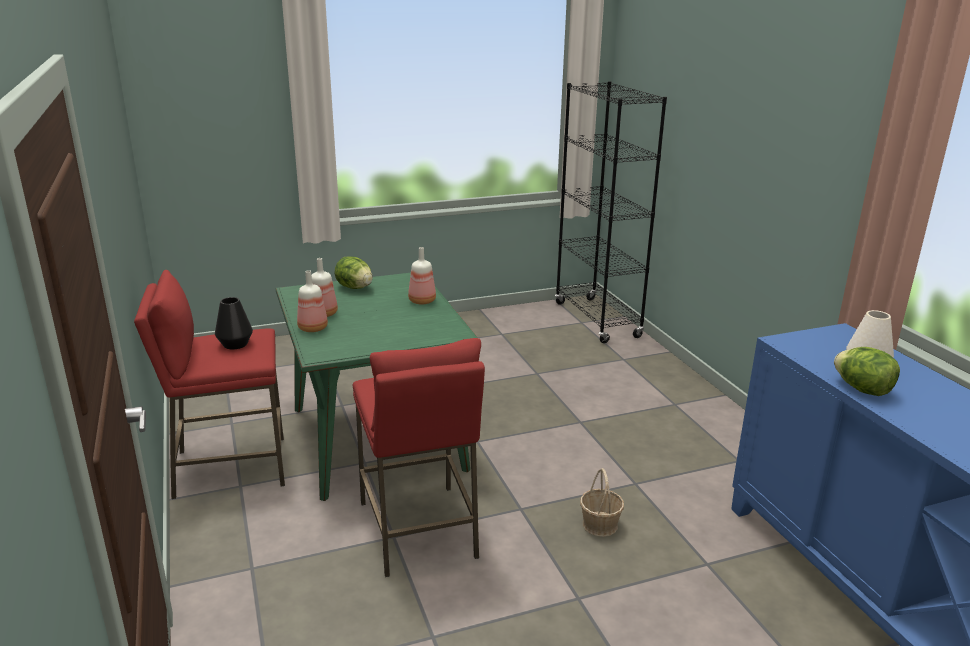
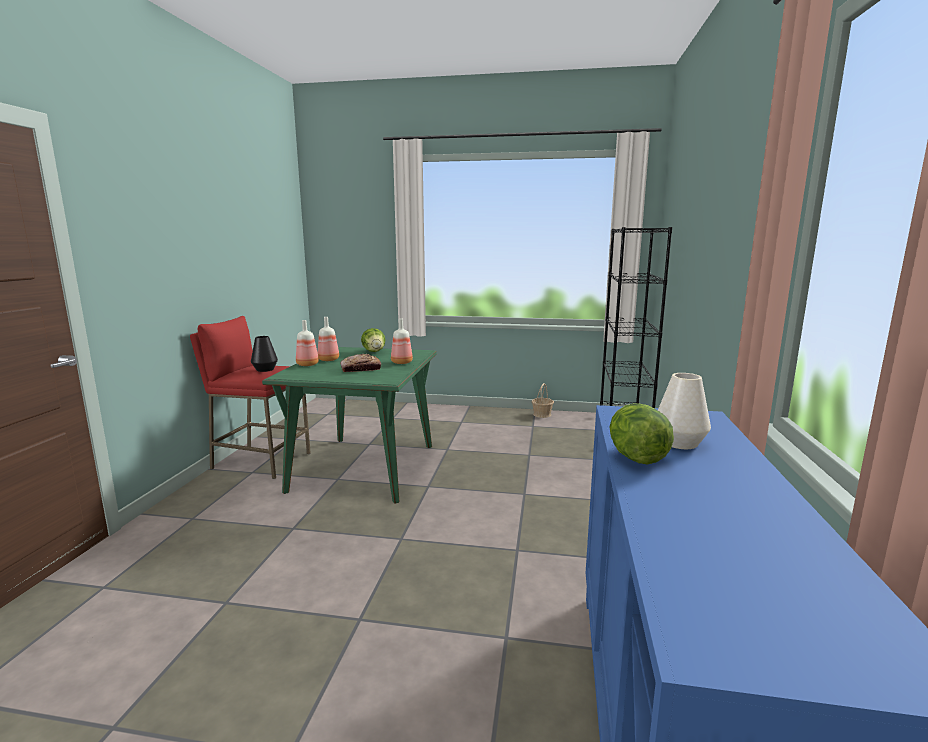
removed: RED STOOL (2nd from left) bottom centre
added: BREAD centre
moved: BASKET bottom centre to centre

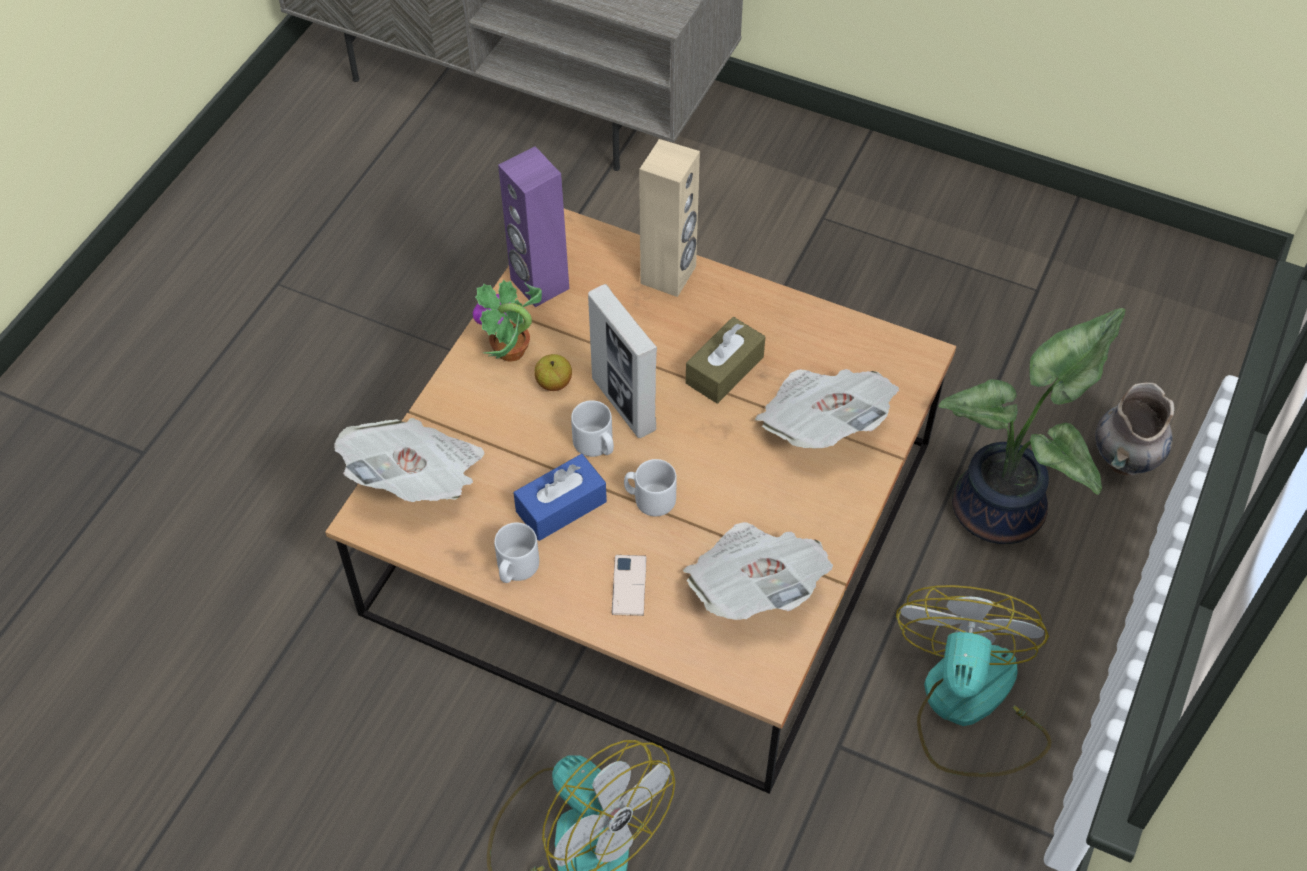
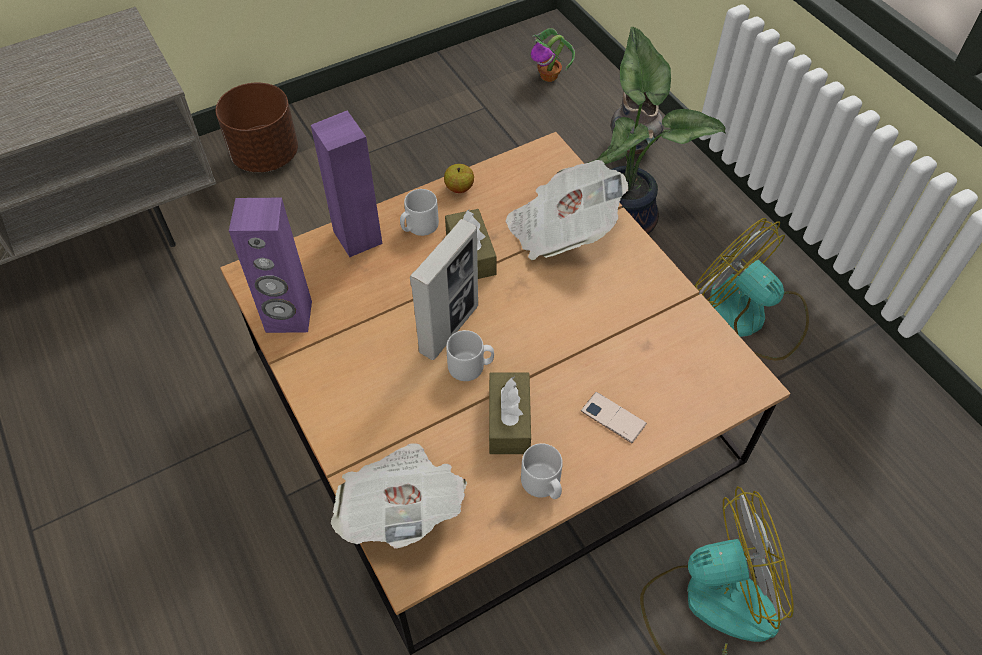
removed: NEWSPAPER (2nd from left) centre
added: BROWN PLANTER top left
moved: GREY MUG (3rd from left in the first image) centre to GREY MUG (1st from left) top centre; APPLE centre to top centre; POTTED PLANT (1st from left) centre to top centre
recoloured: BEIGE SPEAKER top centre to PURPLE SPEAKER (2nd from left) top centre; BLUE TISSUE BOX centre to BROWN TISSUE BOX (2nd from left) centre
turned: PICTURE FRAME centre = centre 60 degrees counterclockwise

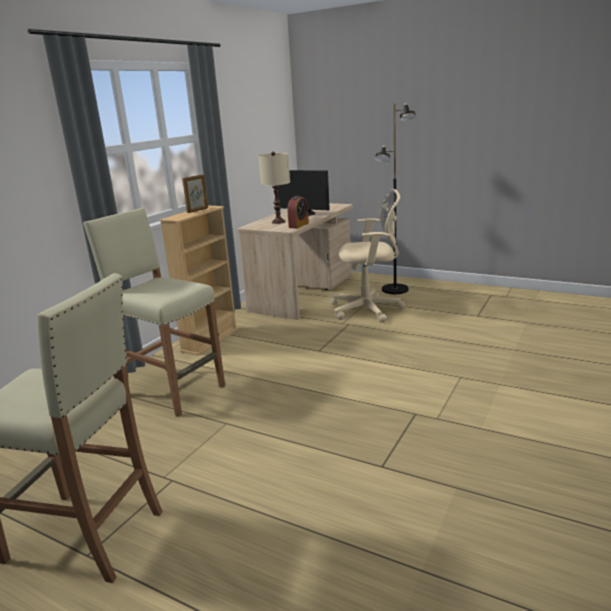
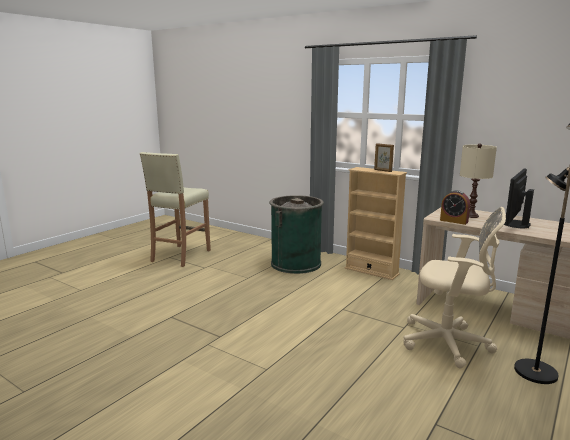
replaced: BEIGE STOOL (2nd from left) middle left to GREEN TRASH CAN centre
turned: BEIGE OFFICE CHAIR centre = middle right 75 degrees counterclockwise

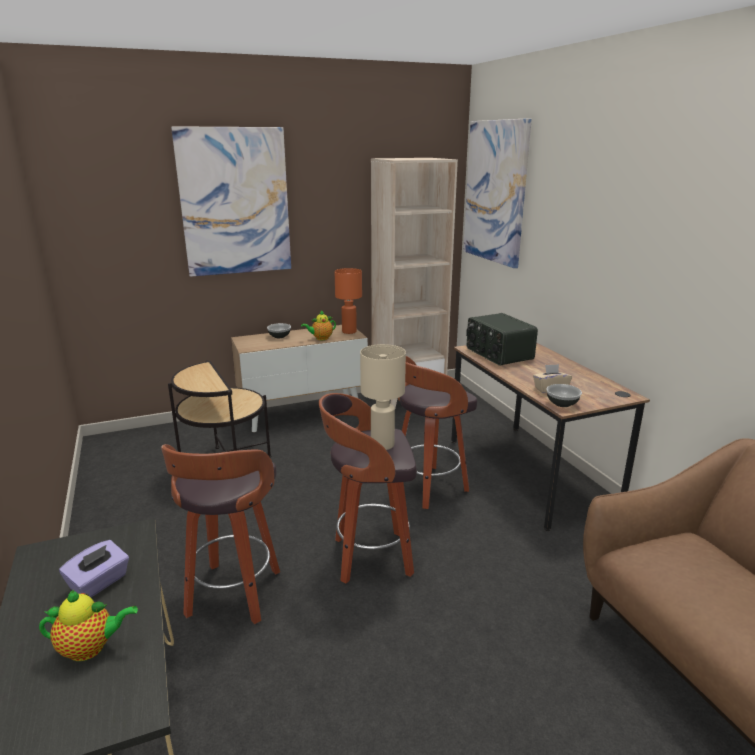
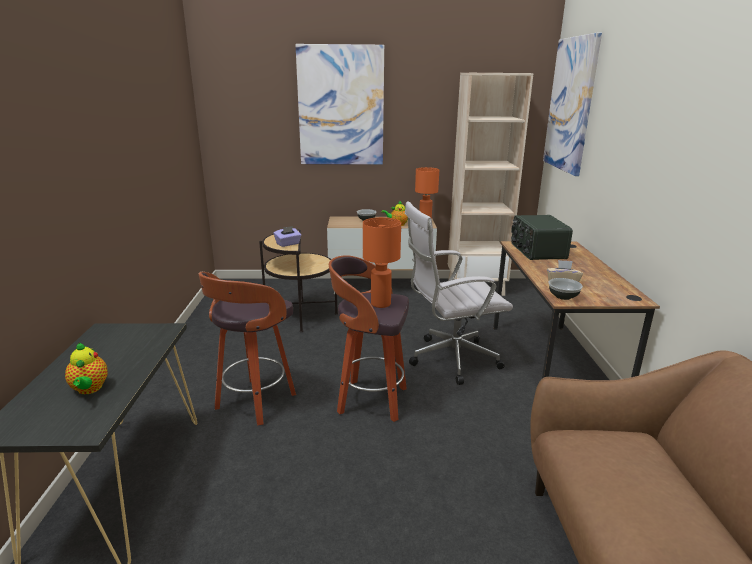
moved: PURPLE TISSUE BOX bottom left to centre
replaced: STOOL (3rd from left) centre to WHITE OFFICE CHAIR centre
recoloured: BEIGE TABLE LAMP centre to ORANGE TABLE LAMP (1st from left) centre
turned: TEAPOT (1st from left) bottom left = middle left 60 degrees clockwise

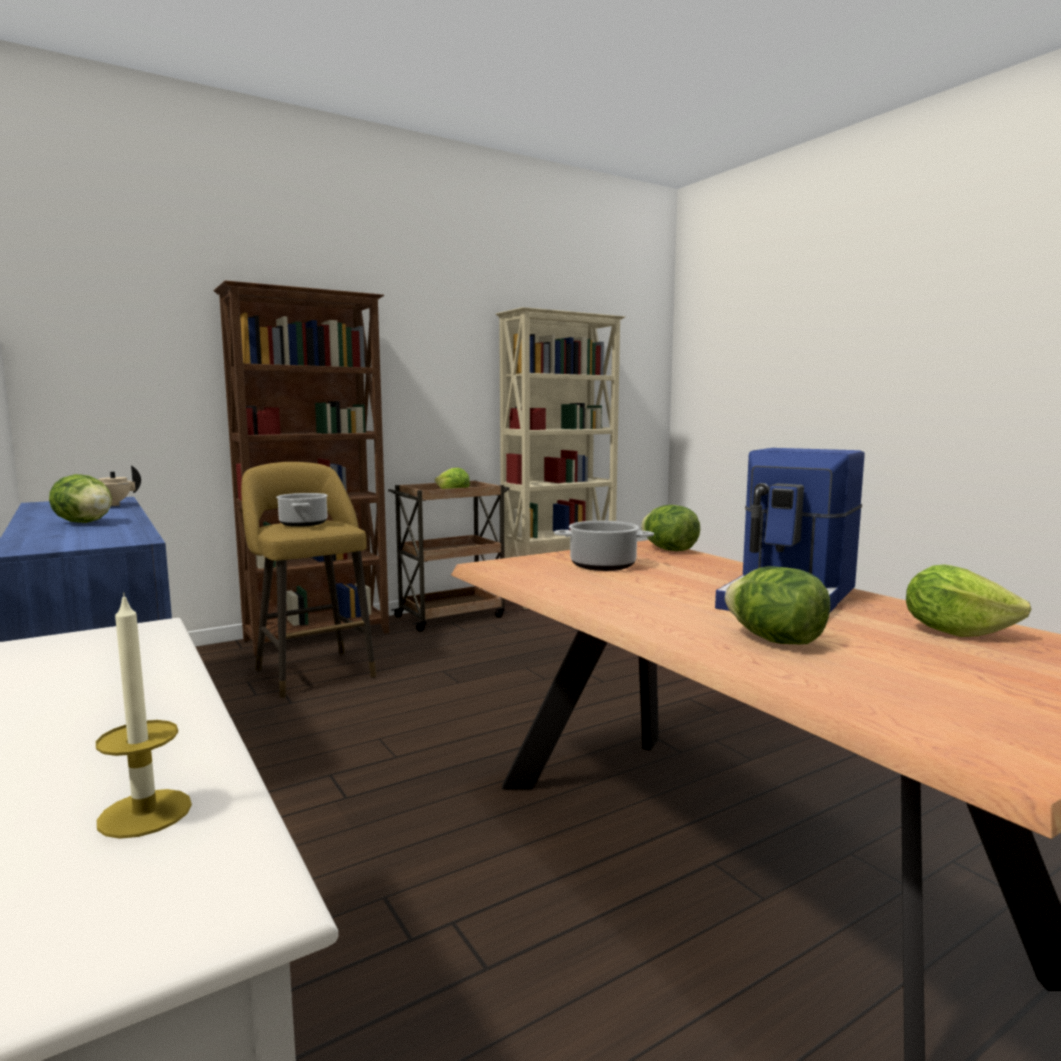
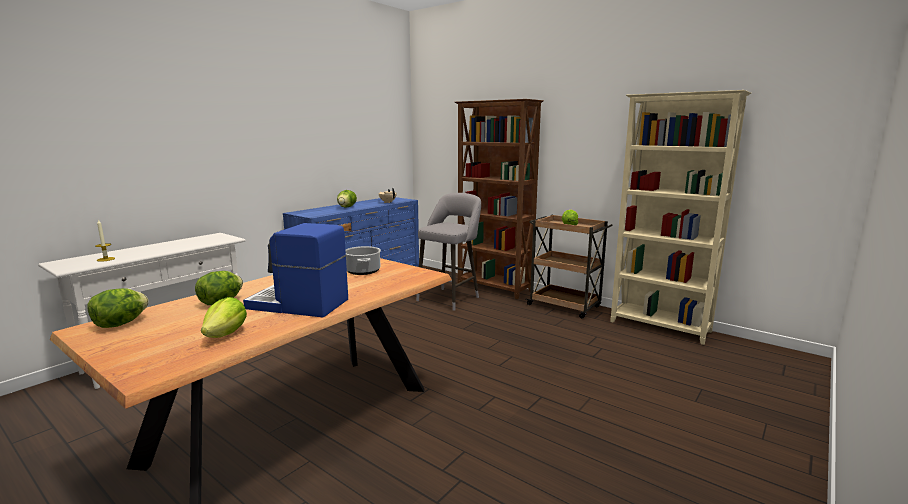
removed: COOKING POT (1st from left) middle left
moved: LETTUCE (3rd from left in the first image) centre to LETTUCE (1st from left) middle left
recoloured: YELLOW STOOL middle left to GREY STOOL centre

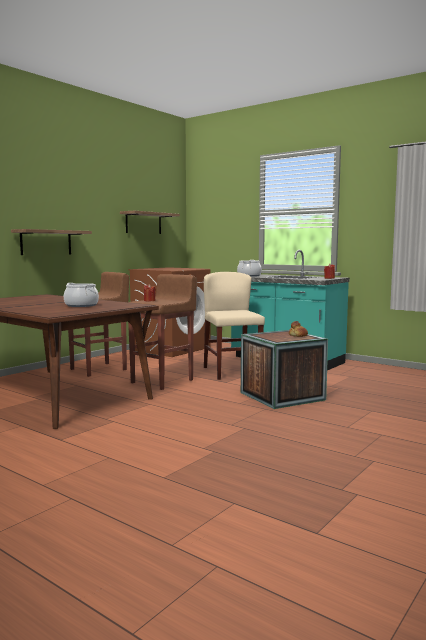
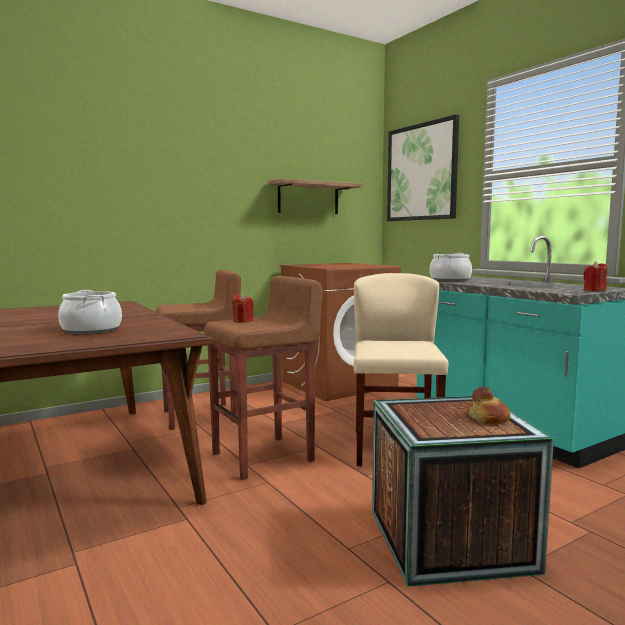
removed: SHELF (1st from left) middle left
added: PICTURE top right

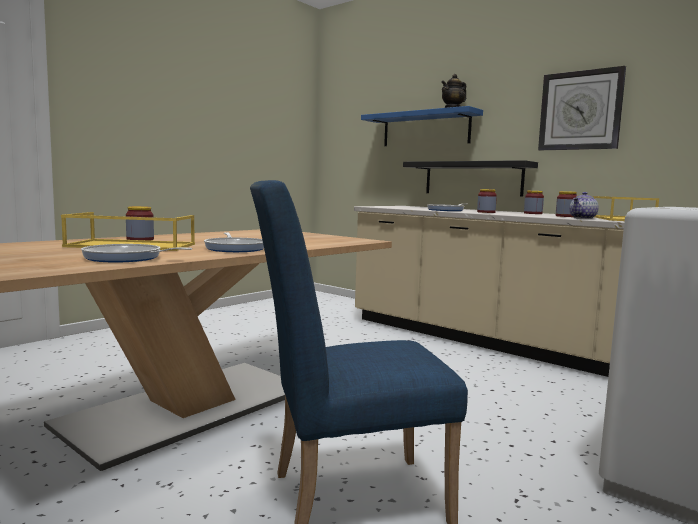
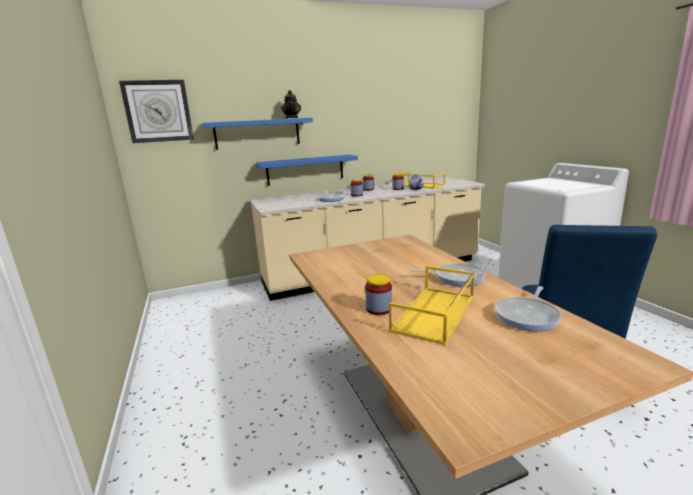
moved: WALL CLOCK top right to top left
recoloured: BLACK SHELF middle right to BLUE SHELF (2nd from left) centre

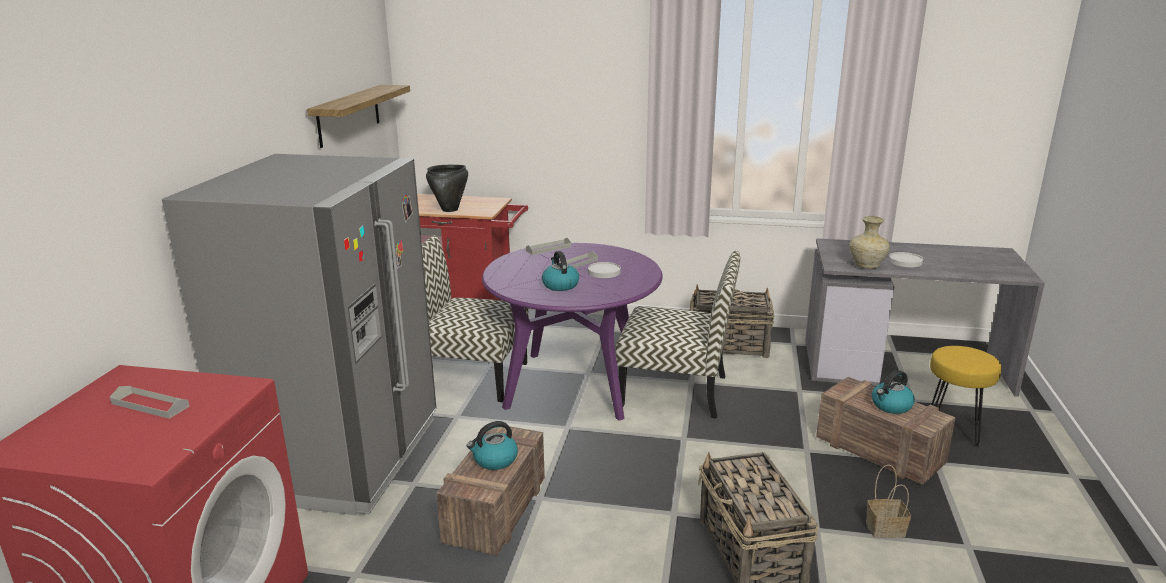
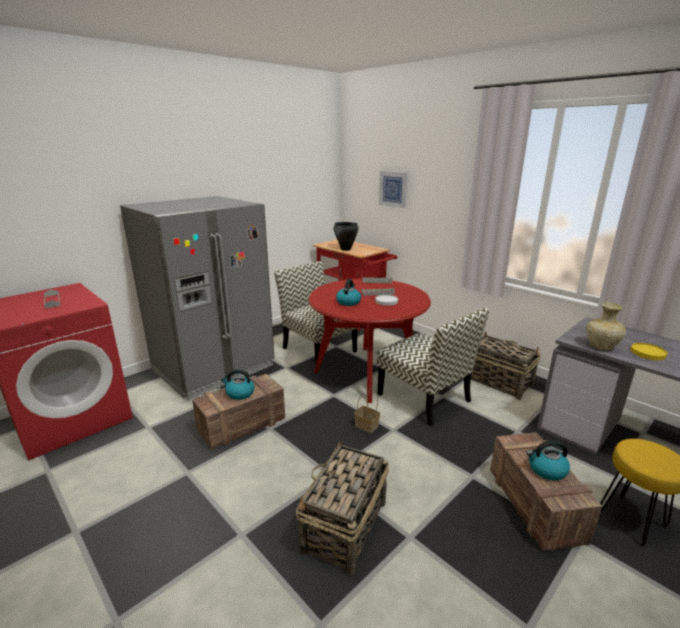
removed: SHELF top left
added: PICTURE top centre
moved: BASKET (3rd from left in the first image) bottom right to BASKET (2nd from left) centre
recoloured: PURPLE DINING TABLE centre to RED DINING TABLE centre; WHITE PLATE (2nd from left) middle right to YELLOW PLATE middle right

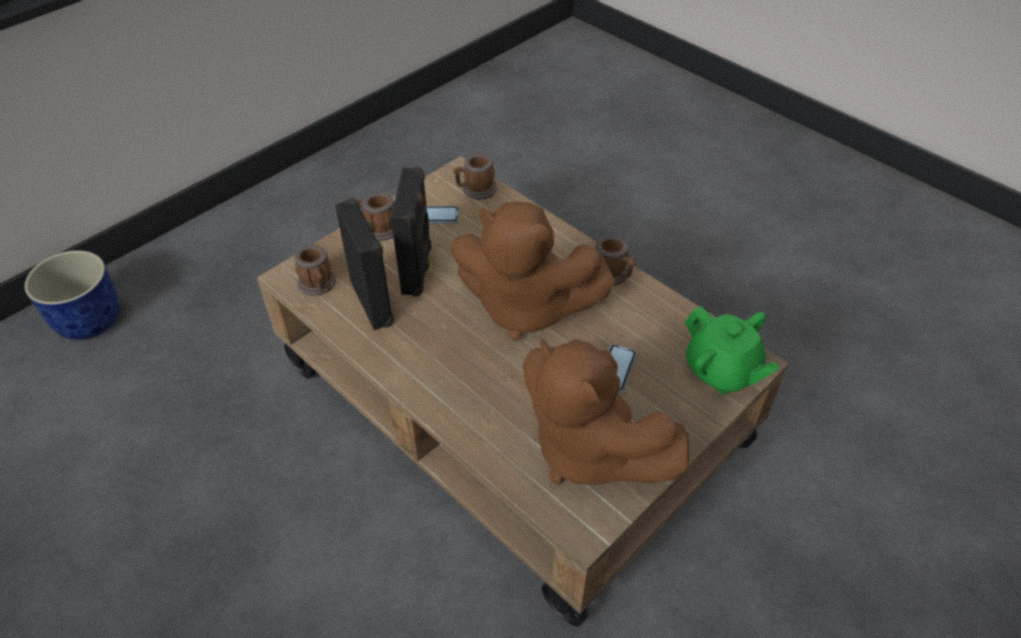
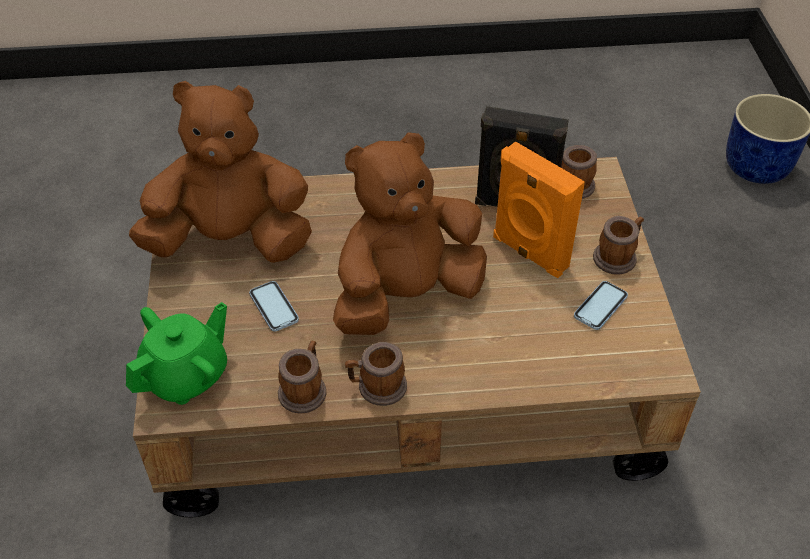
moved: MUG (3rd from left in the first image) top centre to MUG (1st from left) bottom centre
recoloured: BLACK SPEAKER (2nd from left) centre to ORANGE SPEAKER centre
turned: GREEN TEAPOT middle right = middle left 135 degrees clockwise

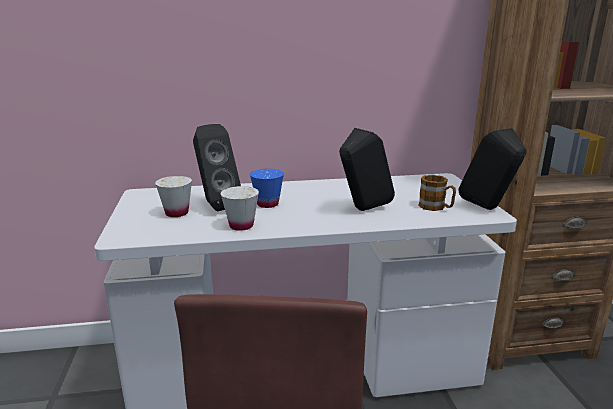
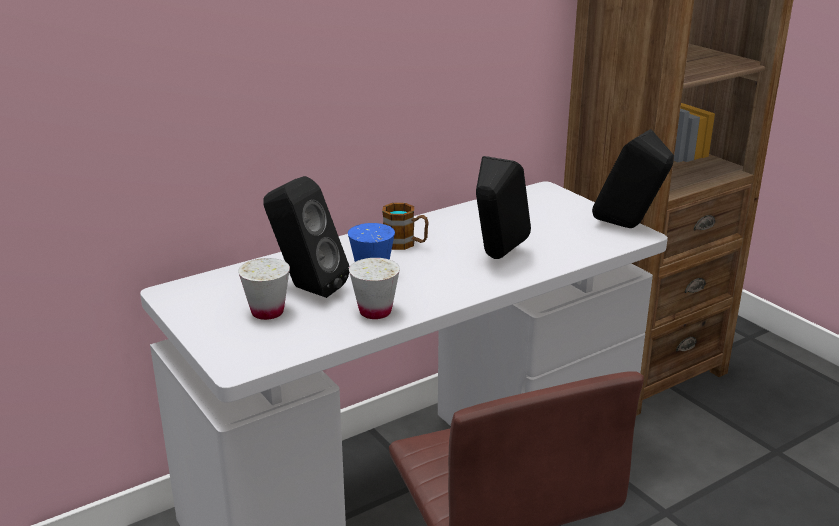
moved: MUG middle right to centre

